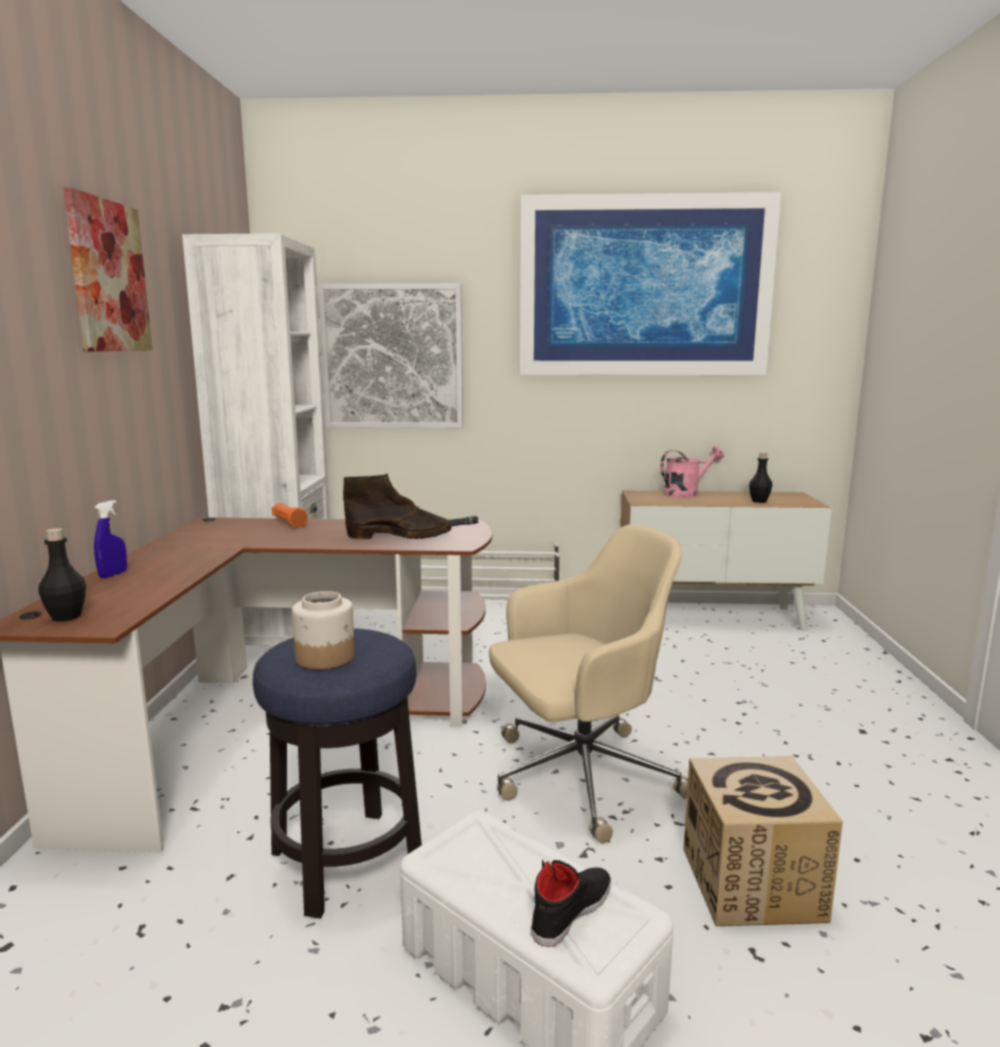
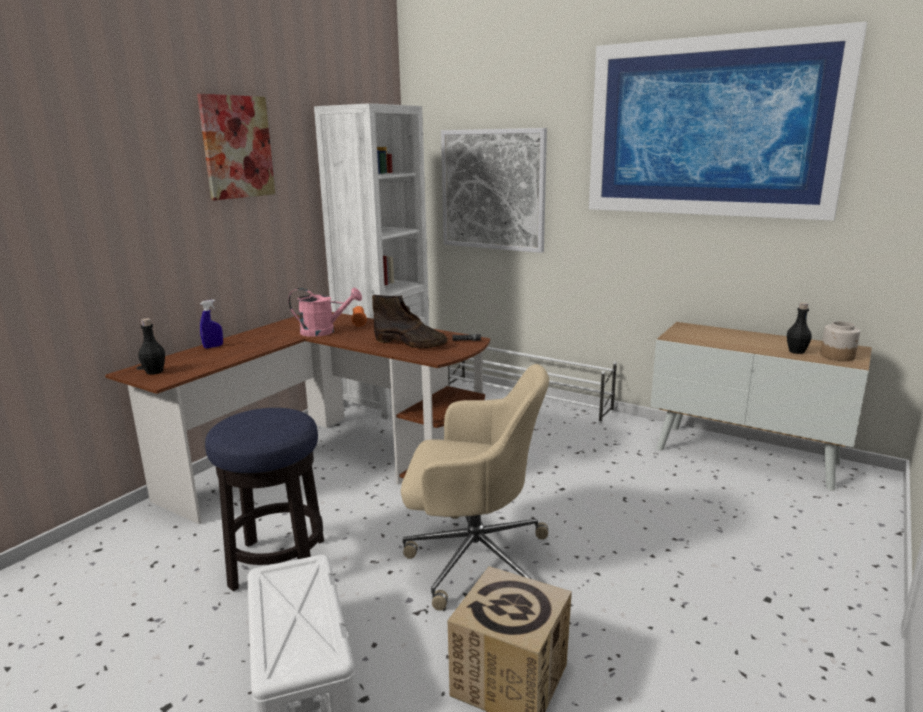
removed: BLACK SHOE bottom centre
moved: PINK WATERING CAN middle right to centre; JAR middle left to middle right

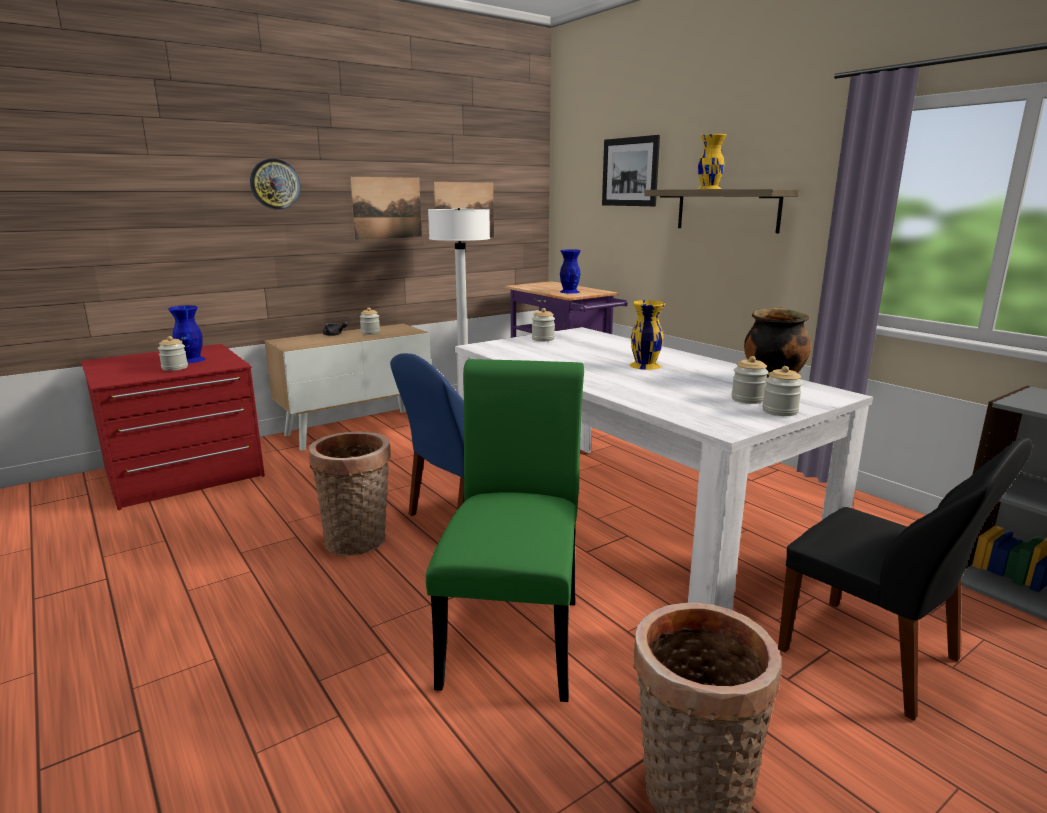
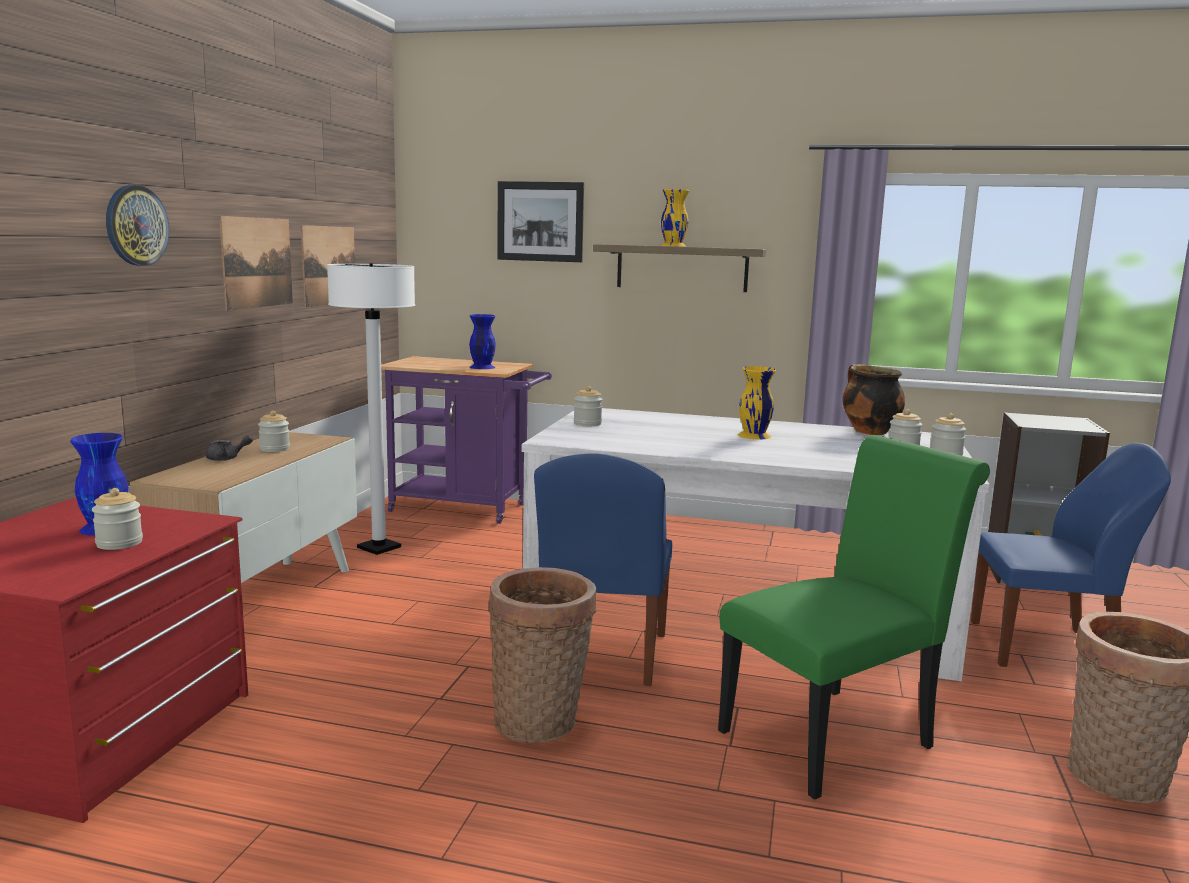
recoloured: BLACK CHAIR bottom right to BLUE CHAIR (2nd from left) middle right
turned: GREEN CHAIR centre = bottom right 90 degrees clockwise

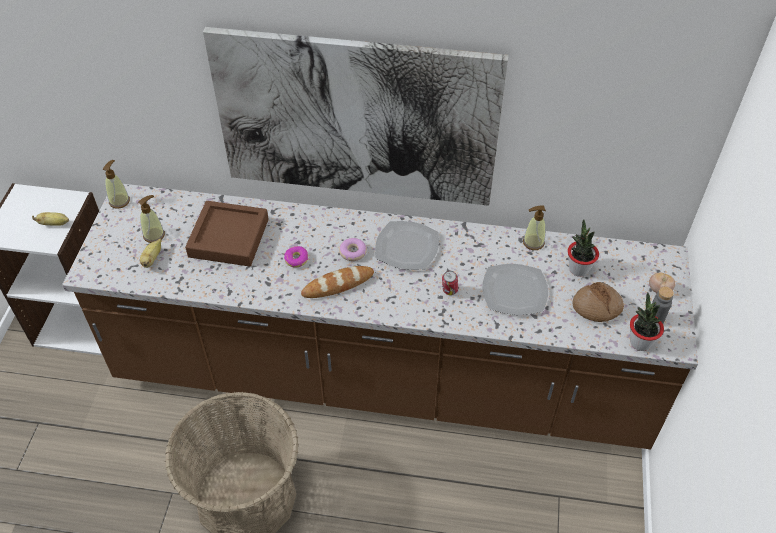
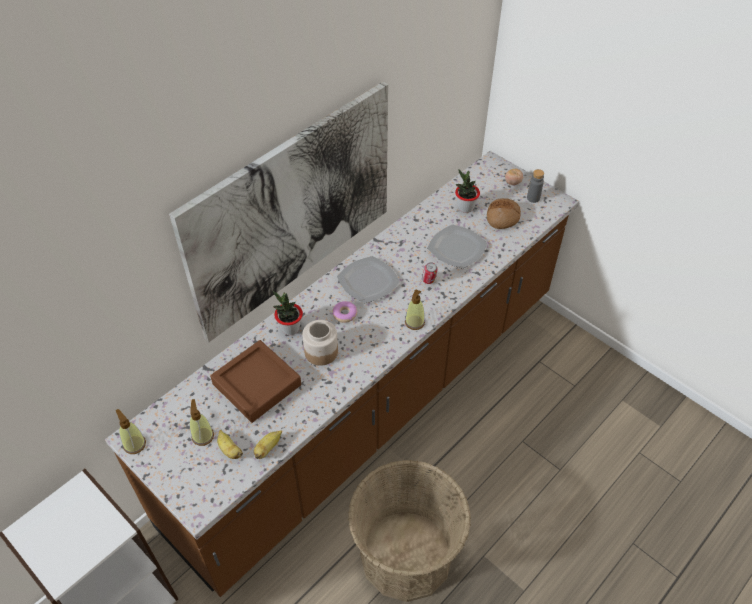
removed: BREAD (1st from left) centre
moved: BANANA (1st from left in the first image) middle left to BANANA (2nd from left) bottom centre; POTTED PLANT (2nd from left in the first image) middle right to POTTED PLANT (1st from left) centre; SOAP DISPENSER (3rd from left) middle right to centre
replaced: DONUT (1st from left) centre to JAR centre

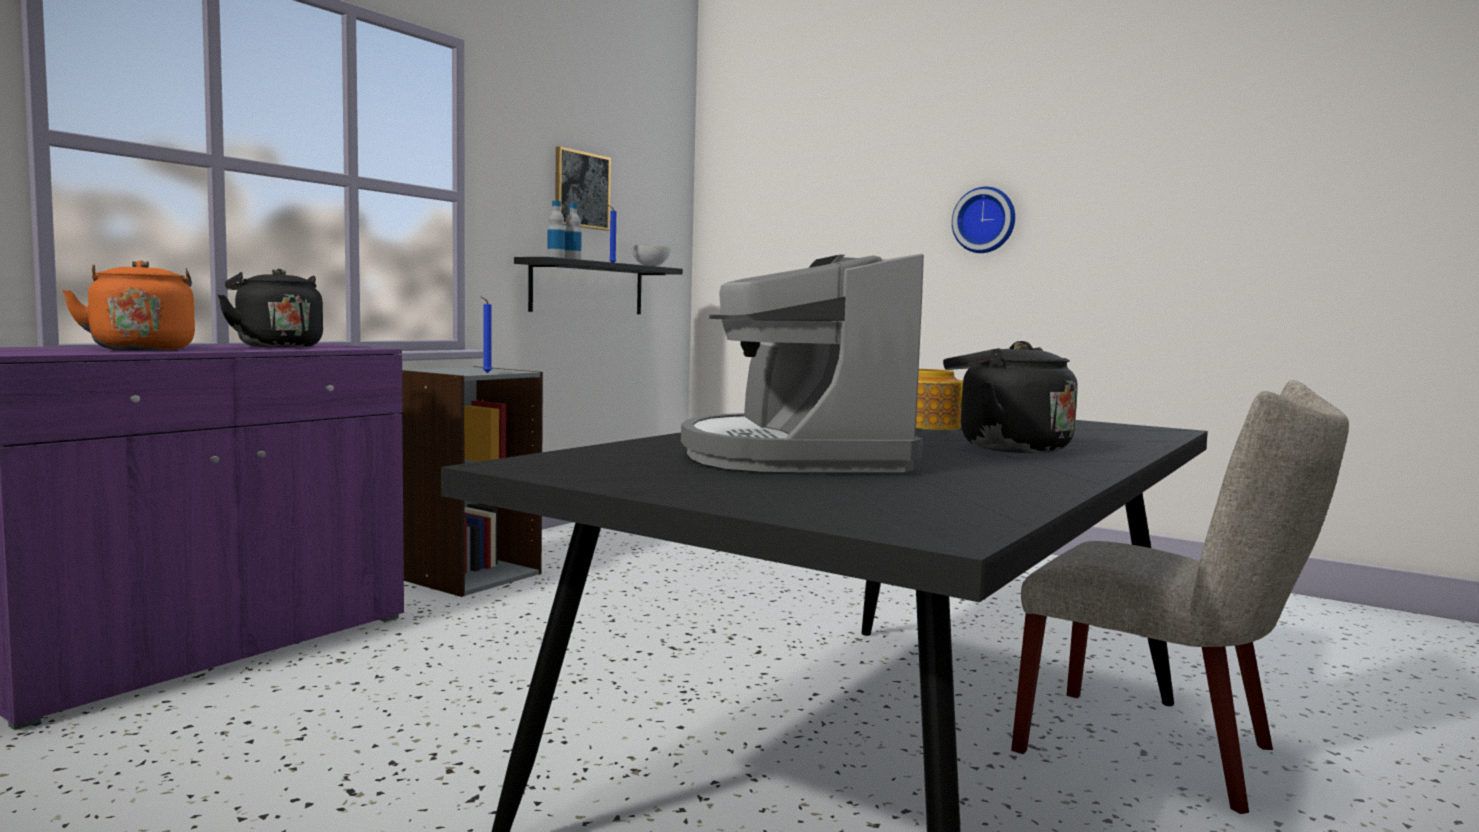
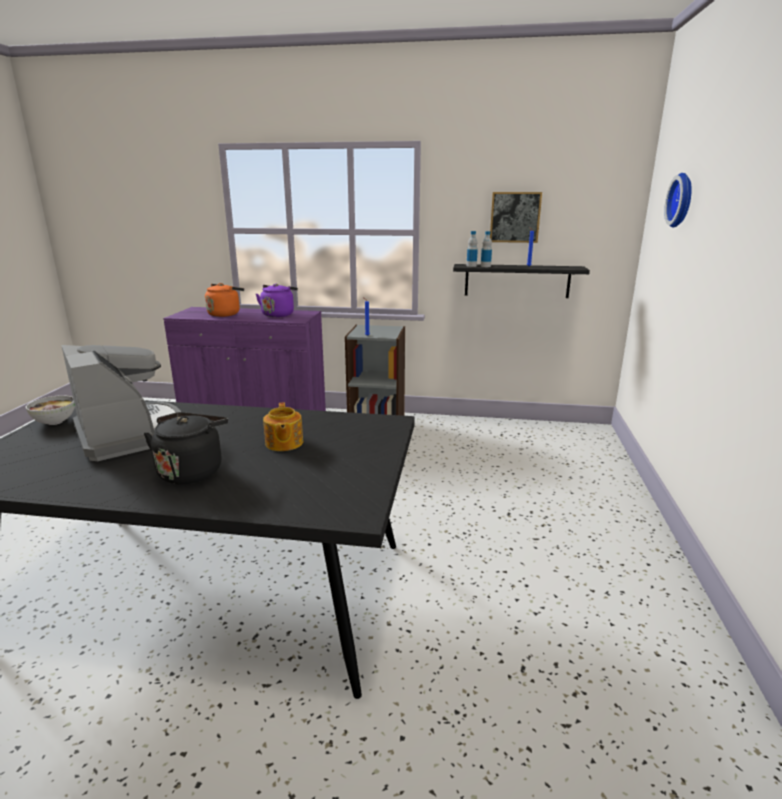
removed: BEIGE CHAIR bottom right
moved: BOWL top centre to middle left; WALL CLOCK top centre to top right
recoloured: BLACK KETTLE (1st from left) middle left to PURPLE KETTLE centre
turned: COFFEE MACHINE centre = middle left 90 degrees clockwise

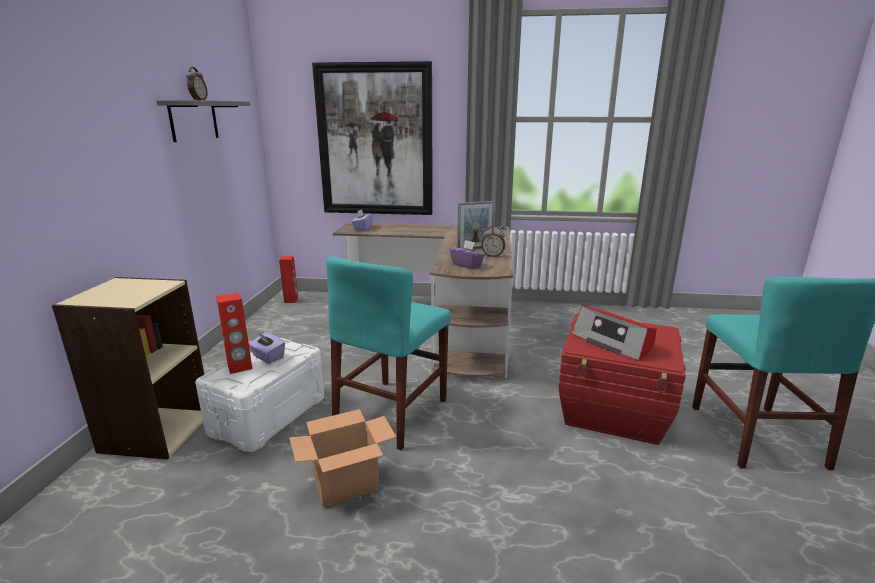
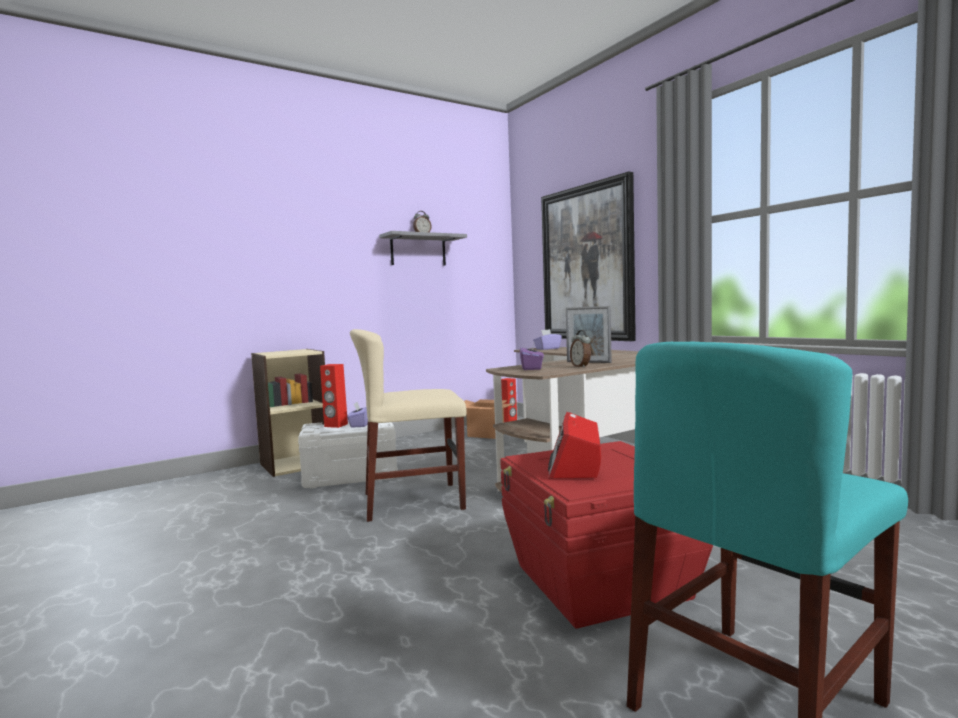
moved: CARDBOARD BOX bottom centre to centre
recoloured: TURQUOISE CHAIR (1st from left) centre to BEIGE CHAIR centre

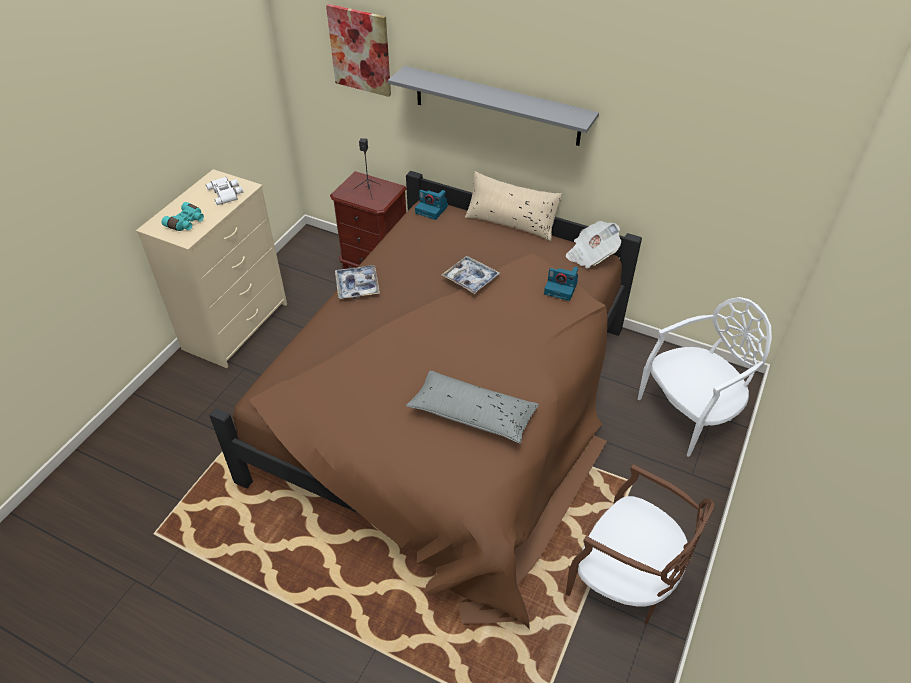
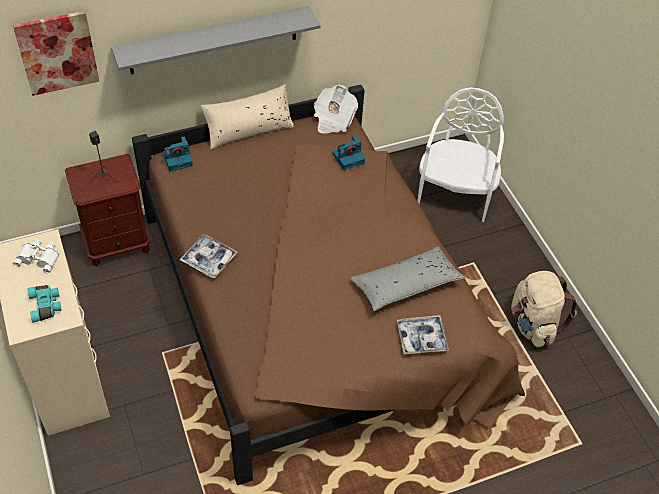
moved: TRAY (2nd from left) centre to bottom centre
replaced: BROWN CHAIR bottom right to BEIGE BACKPACK middle right

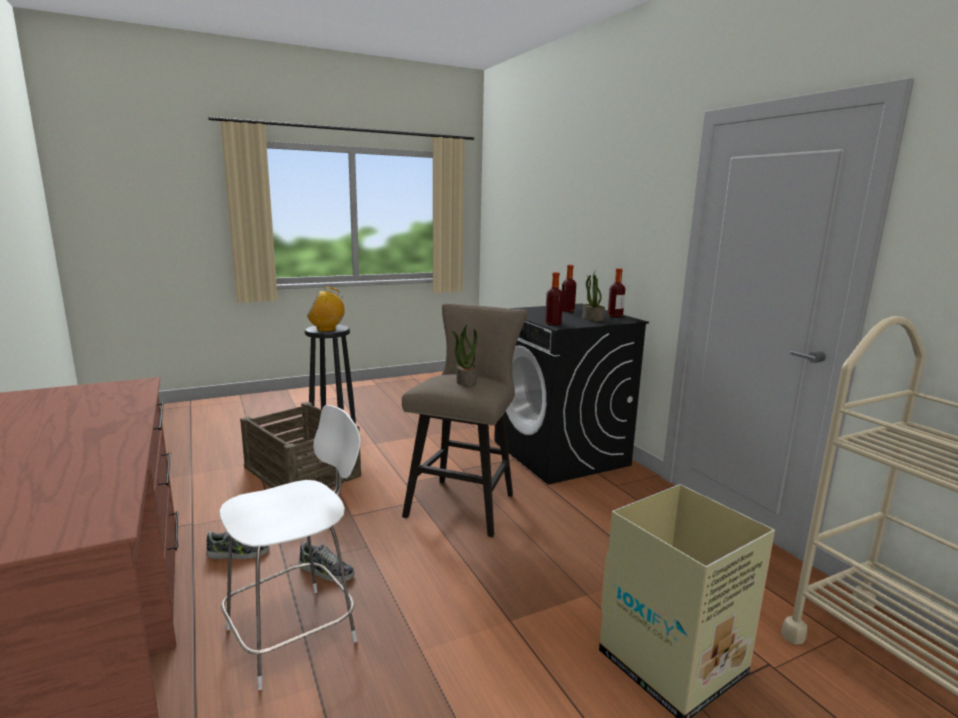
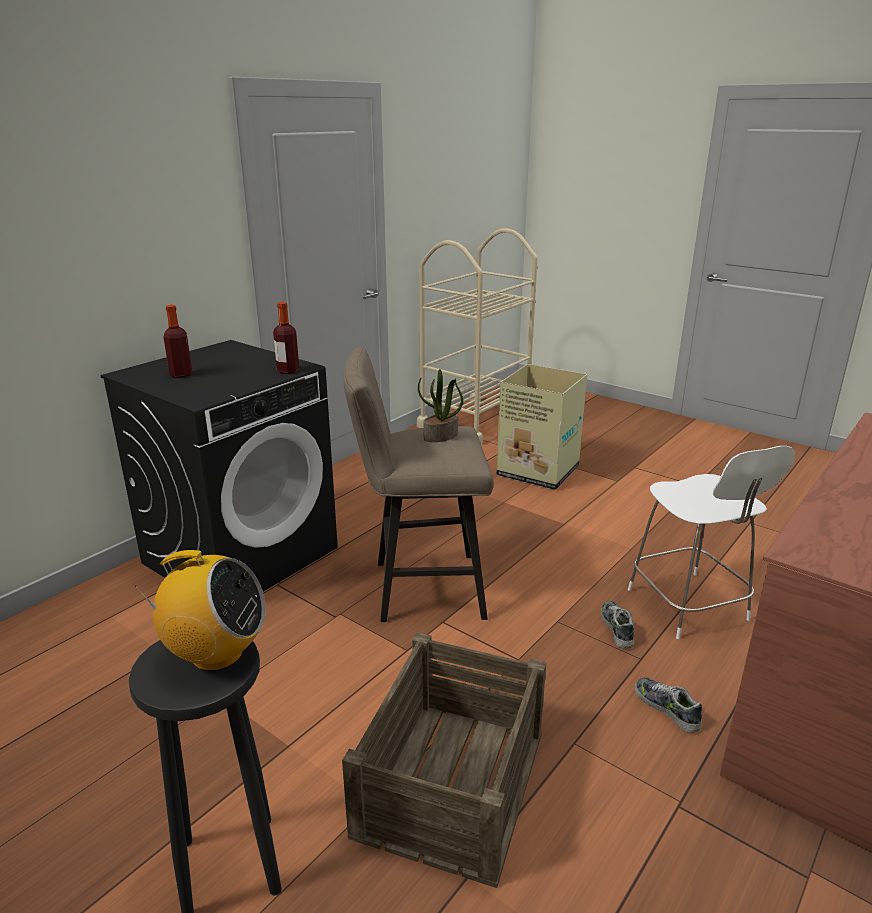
removed: POTTED PLANT (2nd from left) centre; BOTTLE (3rd from left) centre
turned: RADIO centre = bottom left 45 degrees counterclockwise; WHITE CHAIR bottom left = middle right 135 degrees counterclockwise

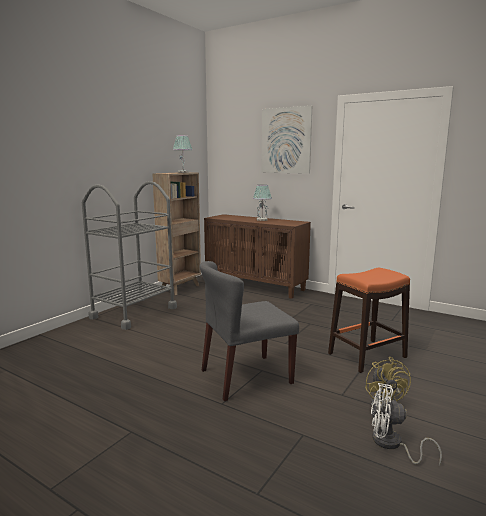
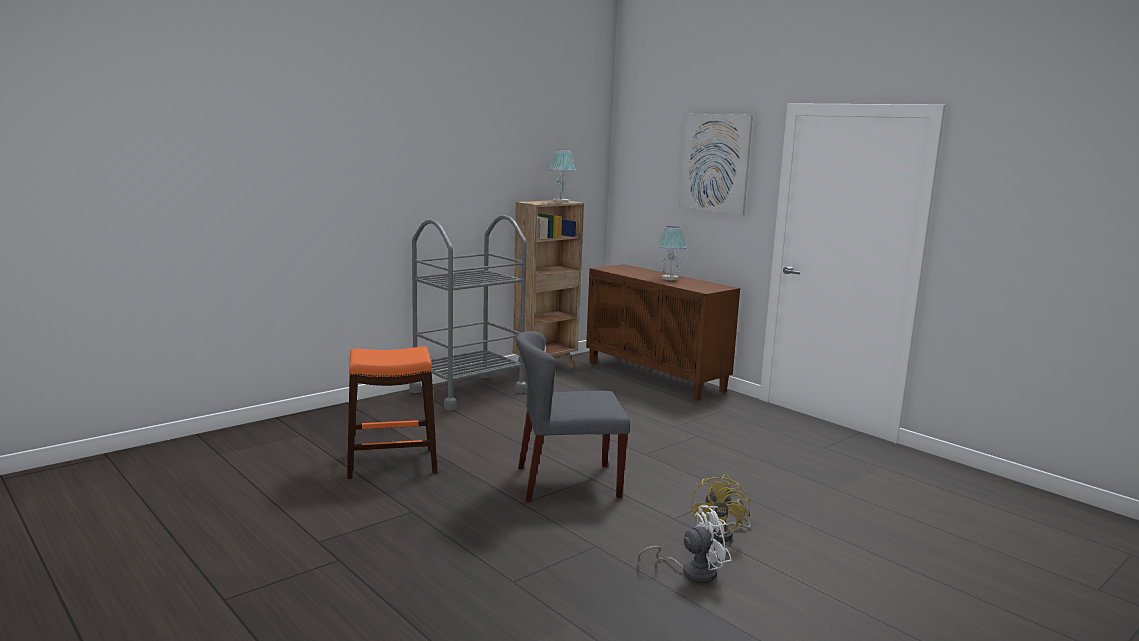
moved: ORANGE STOOL middle right to centre
turned: WHITE FAN bottom right = bottom centre 135 degrees clockwise

